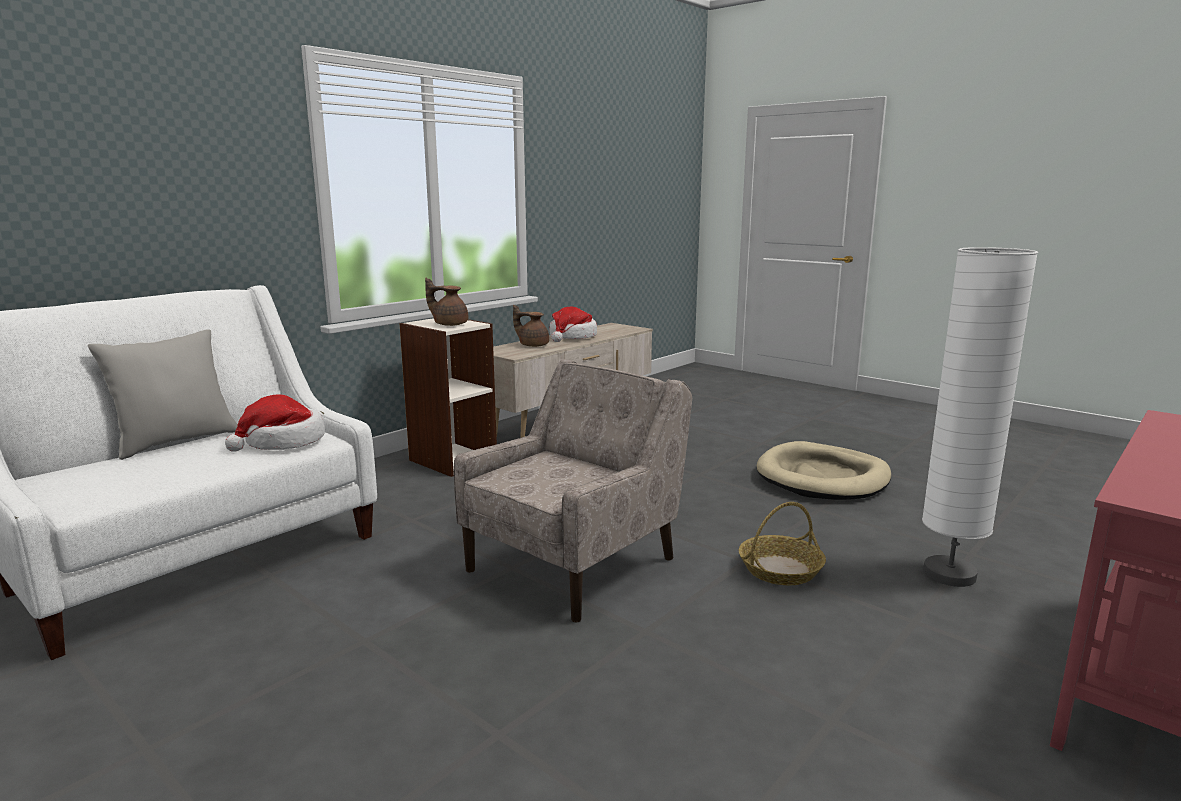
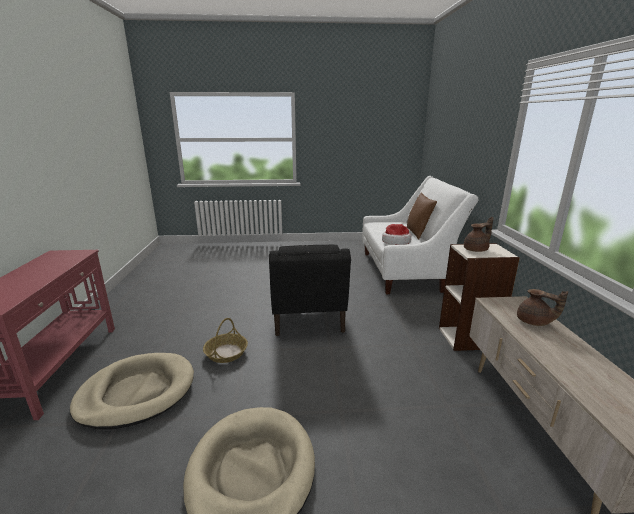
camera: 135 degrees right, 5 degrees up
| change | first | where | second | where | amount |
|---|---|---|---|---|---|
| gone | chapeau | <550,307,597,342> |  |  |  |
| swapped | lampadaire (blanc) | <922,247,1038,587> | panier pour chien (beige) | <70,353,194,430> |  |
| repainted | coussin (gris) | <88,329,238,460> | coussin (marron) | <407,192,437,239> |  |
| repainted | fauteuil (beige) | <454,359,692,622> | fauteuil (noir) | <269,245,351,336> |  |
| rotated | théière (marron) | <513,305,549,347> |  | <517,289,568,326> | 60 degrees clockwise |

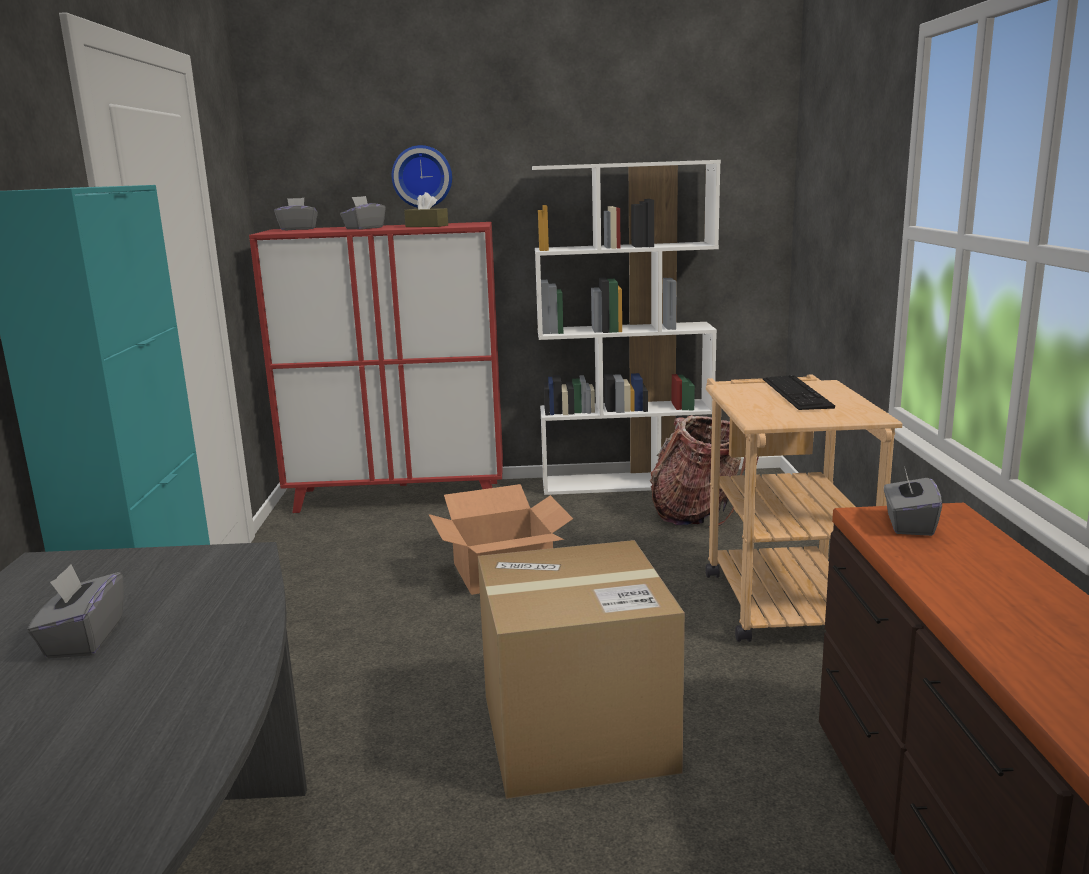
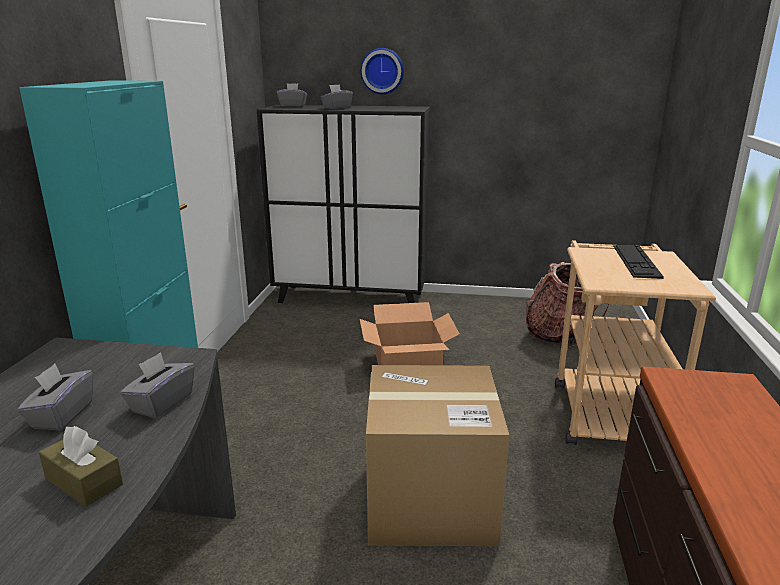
camera: 10 degrees right, 5 degrees up
| change | first | where | second | where | amount |
|---|---|---|---|---|---|
| gone | bibliothèque (blanc) | <532,160,721,495> |  |  |  |
| shifted | boîte à mouchoirs (marron) | <404,192,448,227> |  | <39,426,123,507> |  |
| shifted | boîte à mouchoirs (gris) | <884,466,942,536> |  | <120,352,195,418> |  |
| repainted | meuble de rangement (rouge) | <249,222,503,513> | meuble de rangement (noir) | <257,105,430,303> |  |

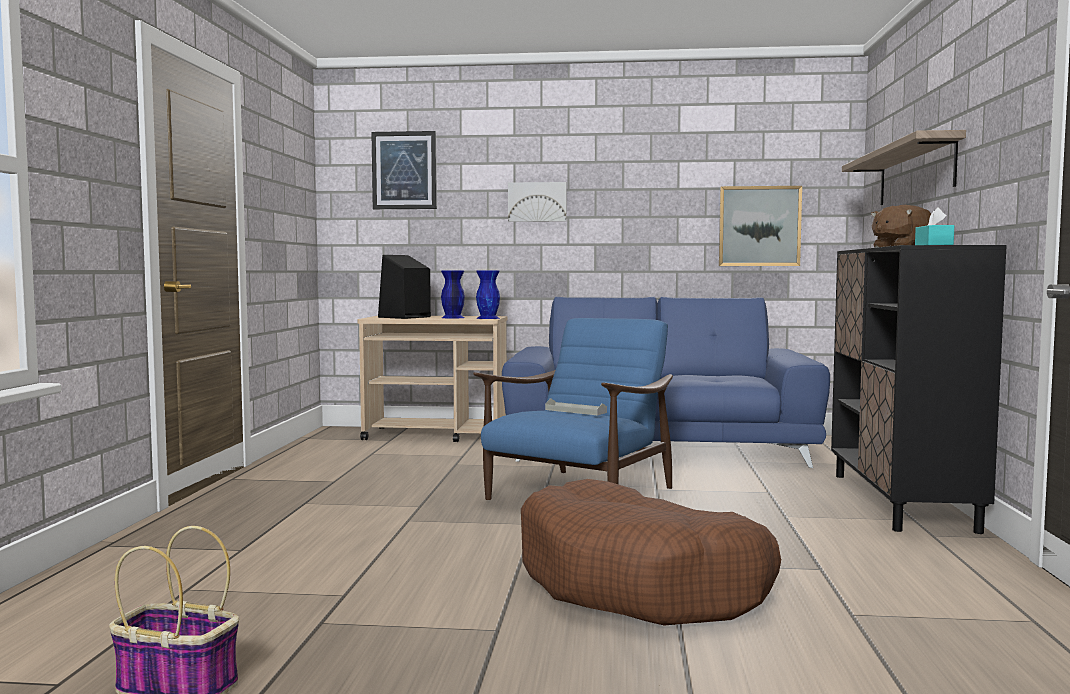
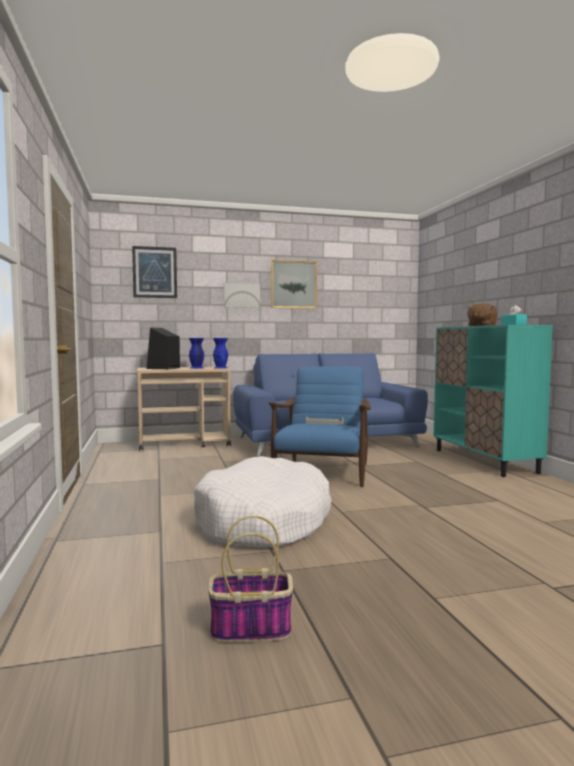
camera: 20 degrees left, 0 degrees up
| change | first | where | second | where | amount |
|---|---|---|---|---|---|
| gone | panier pour chien (marron) | <521,479,781,626> |  |  |  |
| gone | étagère | <842,130,966,205> |  |  |  |
| new |  |  | panier pour chien (blanc) | <194,456,332,547> |  |
| shifted | tableau | <719,186,802,266> |  | <271,260,317,309> |  |
| repainted | meuble de rangement (noir) | <831,245,1007,534> | meuble de rangement (turquoise) | <434,325,553,477> |  |

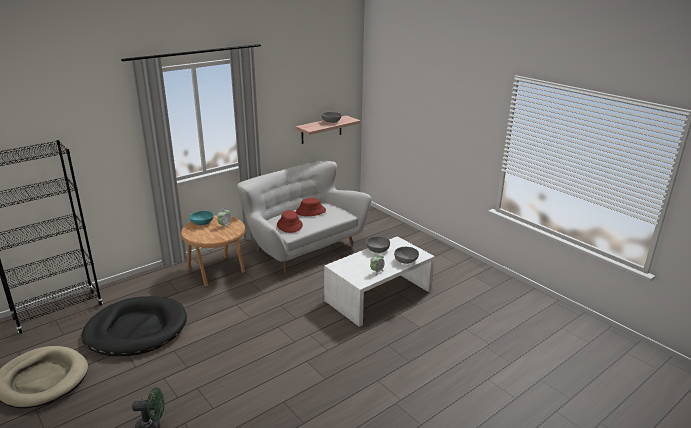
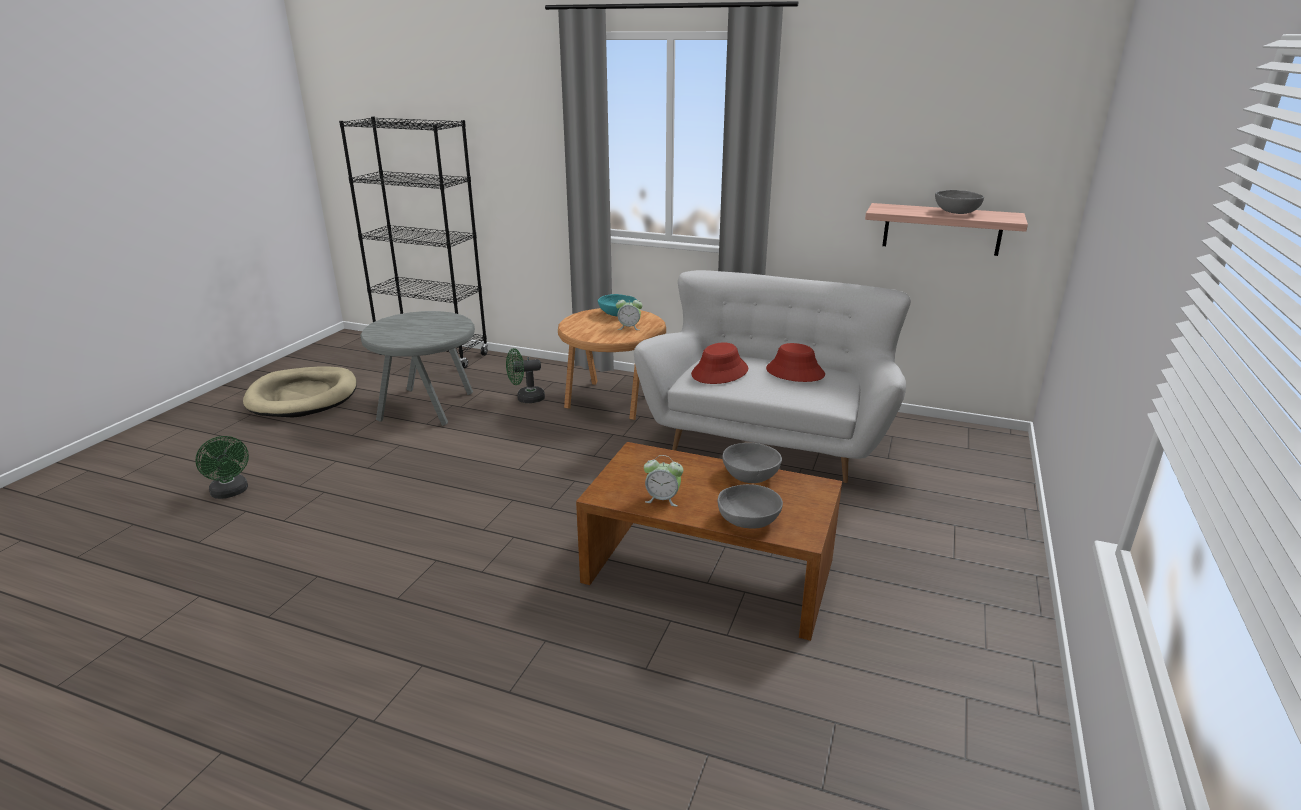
camera: 60 degrees right, 0 degrees up
| change | first | where | second | where | amount |
|---|---|---|---|---|---|
| new |  |  | ventilateur (vert) | <506,348,545,403> |  |
| swapped | panier pour chien (noir) | <81,296,187,356> | table d'appoint (gris) | <360,311,475,426> |  |
| repainted | table basse (blanc) | <324,236,435,327> | table basse (marron) | <576,442,842,641> |  |

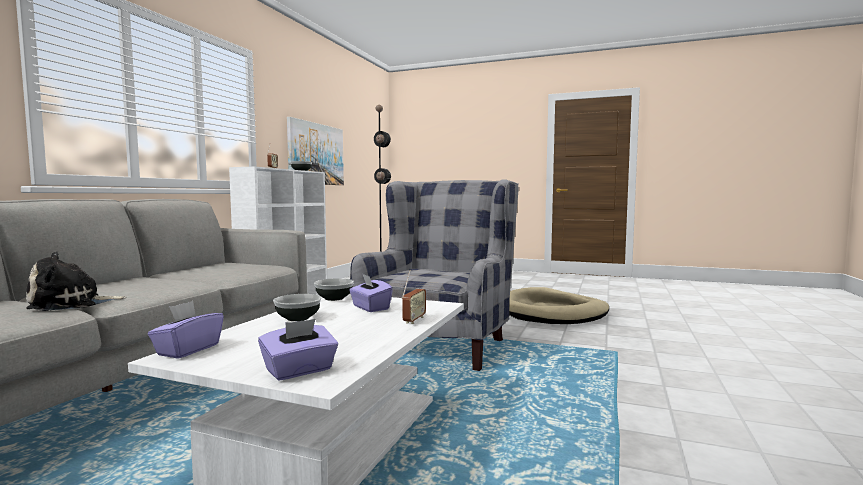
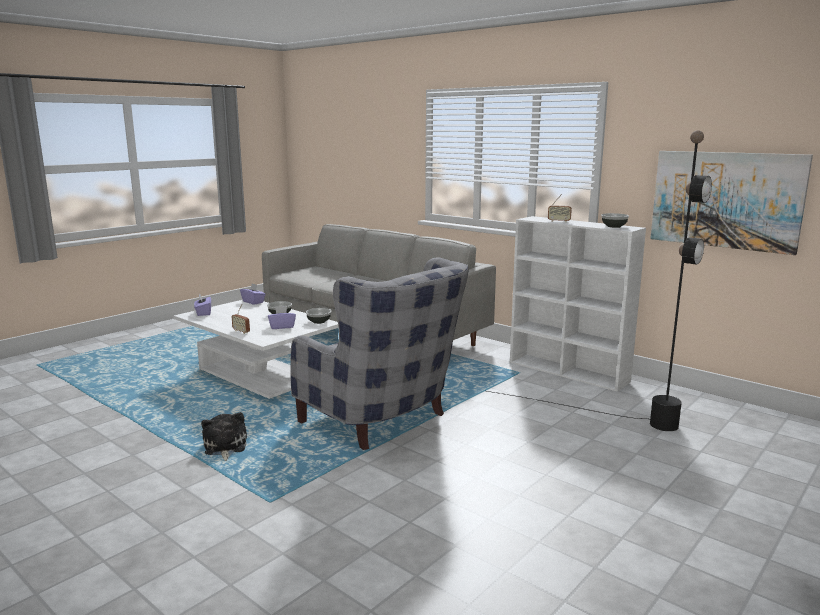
camera: 110 degrees right, 10 degrees up
| change | first | where | second | where | amount |
|---|---|---|---|---|---|
| gone | panier pour chien (beige) | <509,287,609,324> |  |  |  |
| shifted | peluche | <26,252,127,311> |  | <201,412,247,461> |  |

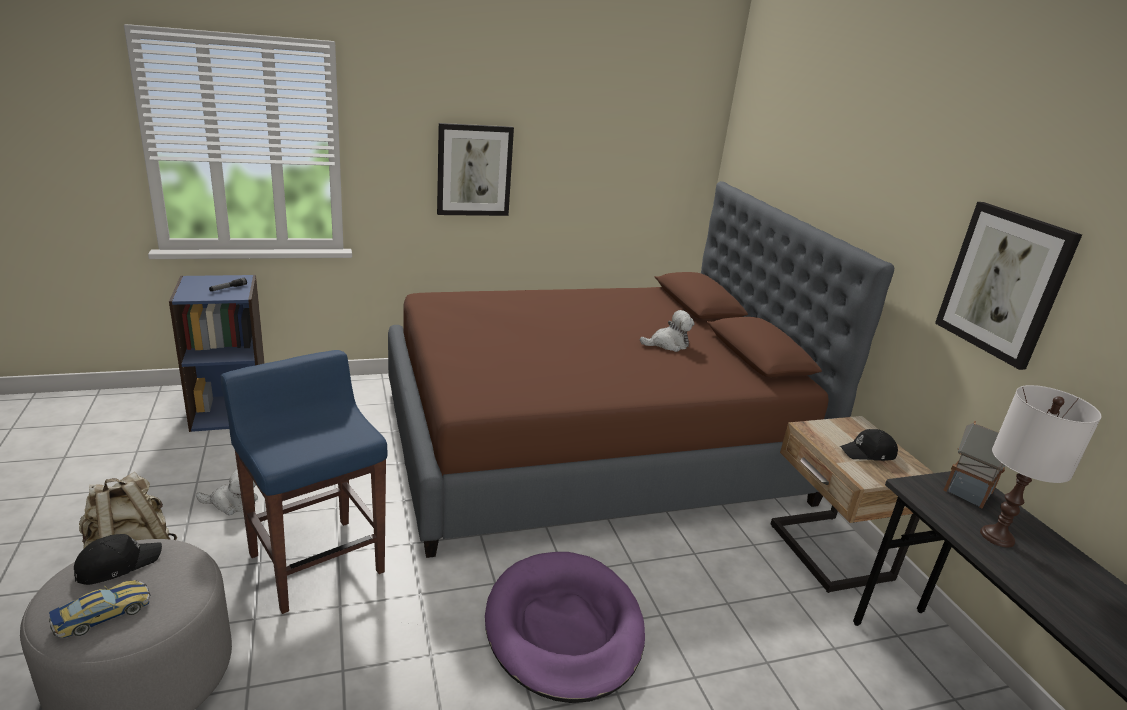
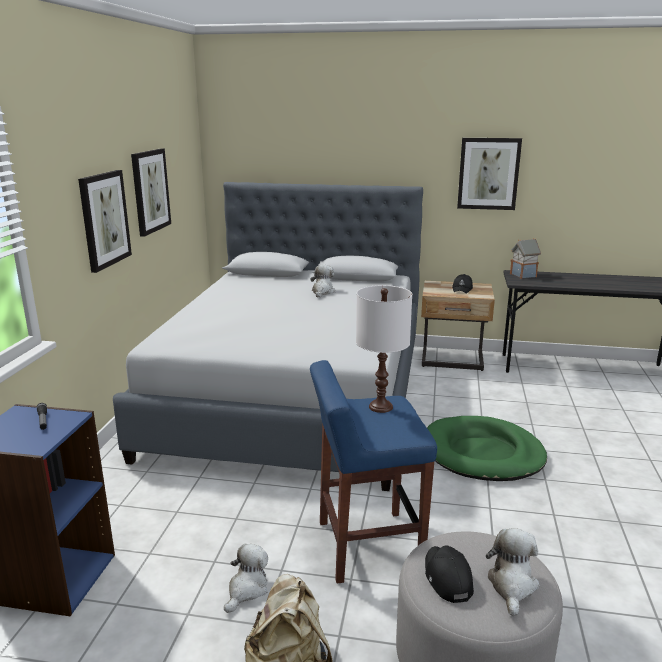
camera: 60 degrees left, 5 degrees down
| change | first | where | second | where | amount |
|---|---|---|---|---|---|
| new |  |  | tableau | <131,149,171,237> |  |
| shifted | lampe de table (blanc) | <980,385,1101,547> |  | <356,285,412,413> |  |
| swapped | petite voiture | <49,580,151,638> | peluche | <486,528,539,617> |  |
| repainted | lit (marron) | <388,181,894,558> | lit (gris) | <113,182,423,491> |  |
| repainted | panier pour chien (violet) | <485,552,645,703> | panier pour chien (vert) | <427,416,547,481> |  |

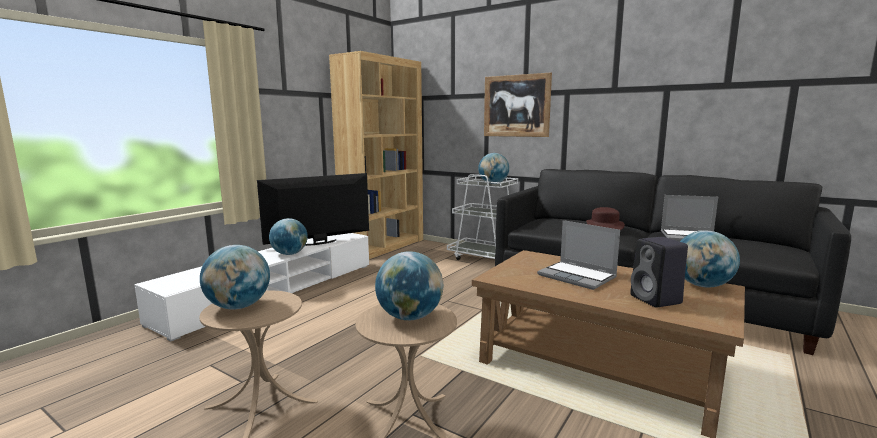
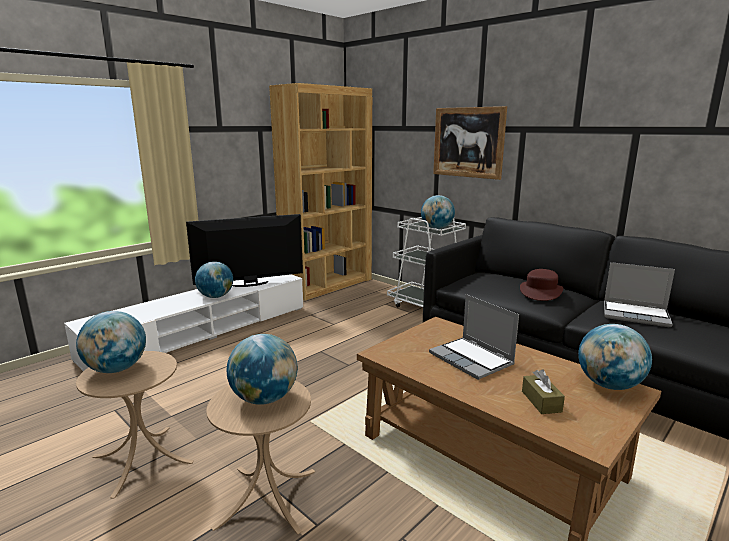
camera: 10 degrees right, 5 degrees up
| change | first | where | second | where | amount |
|---|---|---|---|---|---|
| swapped | enceinte (noir) | <630,237,688,308> | boîte à mouchoirs (marron) | <522,369,565,414> |  |

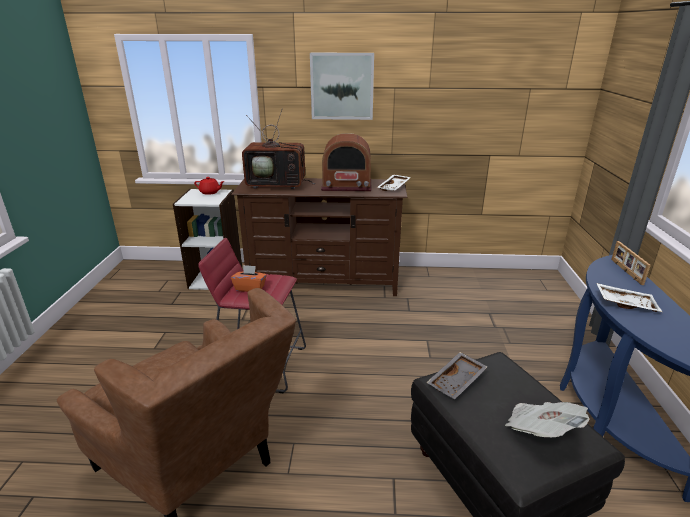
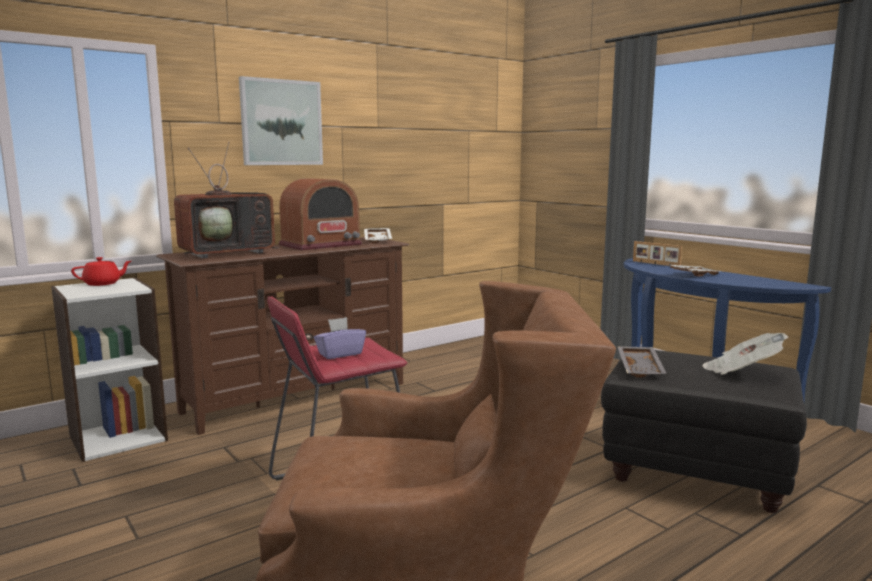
camera: 40 degrees left, 15 degrees down
| change | first | where | second | where | amount |
|---|---|---|---|---|---|
| repainted | boîte à mouchoirs (orange) | <231,265,267,292> | boîte à mouchoirs (violet) | <314,317,366,359> |  |

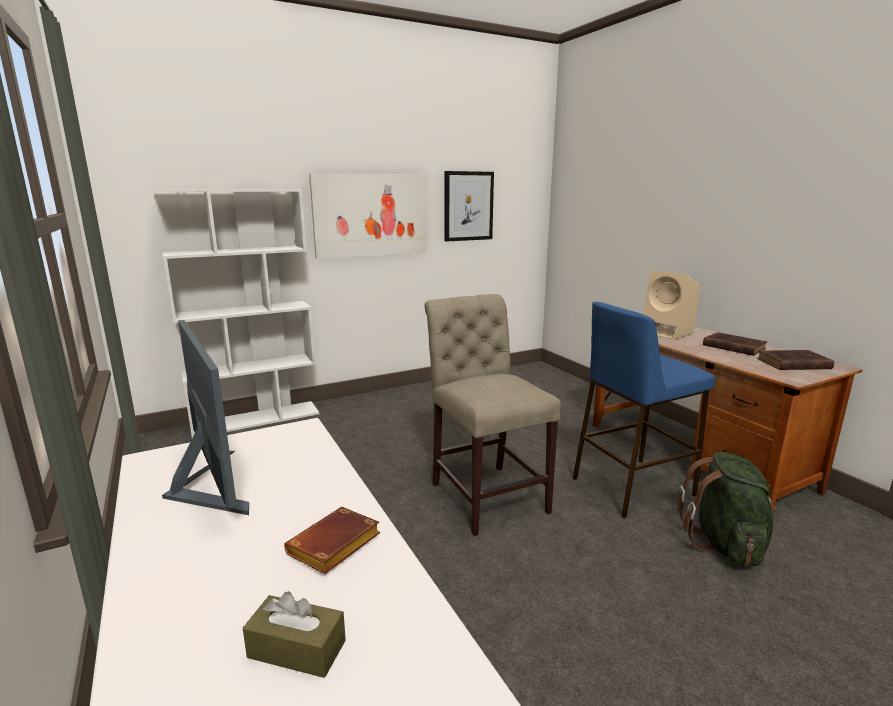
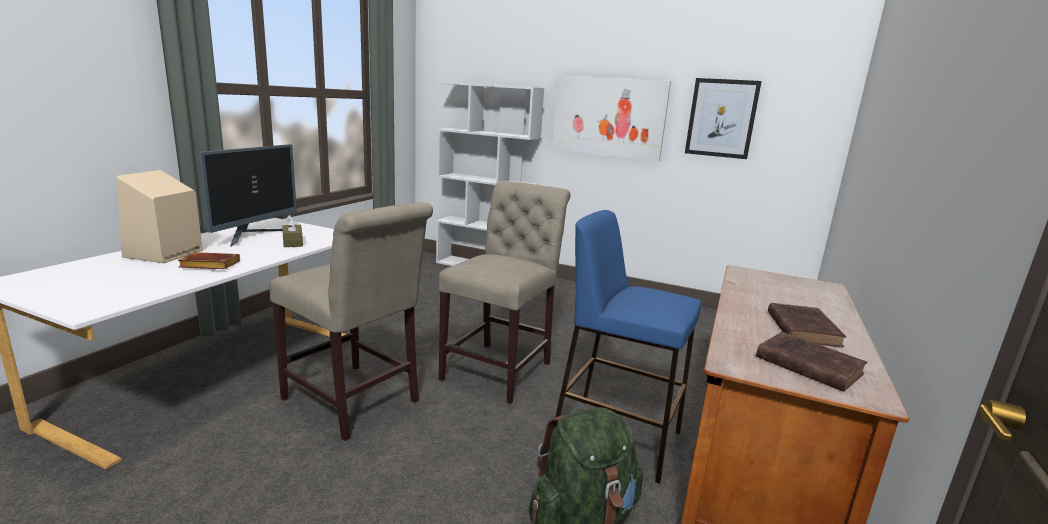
camera: 50 degrees right, 0 degrees up
| change | first | where | second | where | amount |
|---|---|---|---|---|---|
| new |  |  | chaise (beige) | <269,202,433,441> |  |
| shifted | boîte à mouchoirs (marron) | <243,591,346,678> |  | <283,215,303,247> |  |
| shifted | enceinte (beige) | <643,270,700,340> |  | <117,170,203,263> |  |

